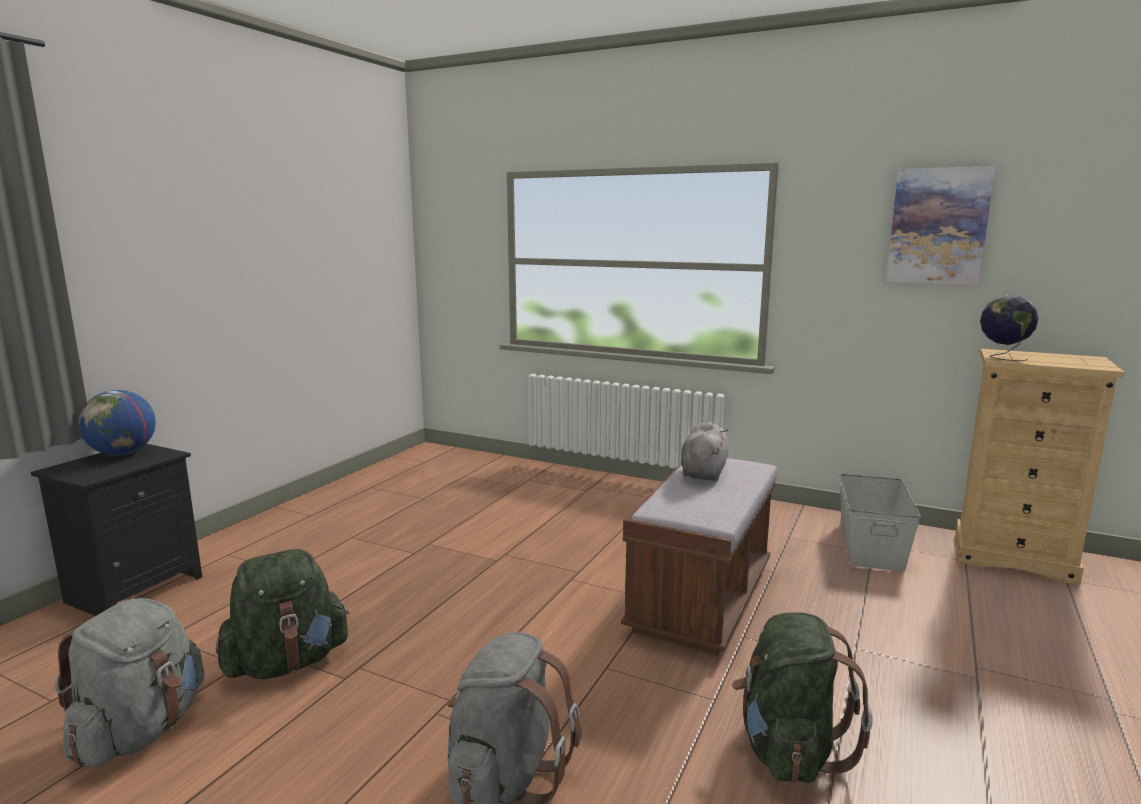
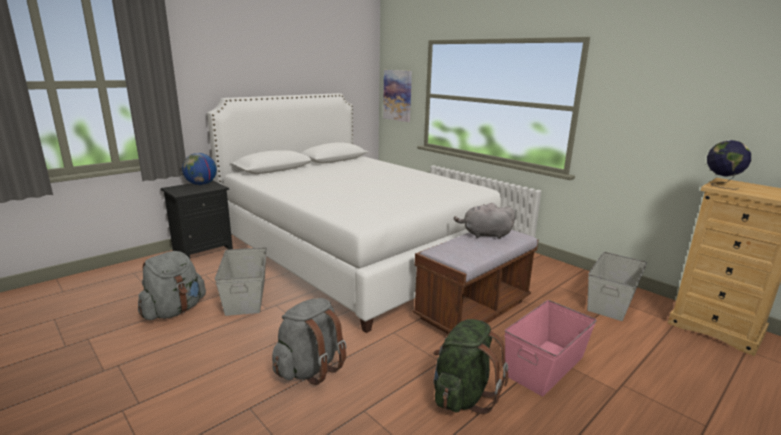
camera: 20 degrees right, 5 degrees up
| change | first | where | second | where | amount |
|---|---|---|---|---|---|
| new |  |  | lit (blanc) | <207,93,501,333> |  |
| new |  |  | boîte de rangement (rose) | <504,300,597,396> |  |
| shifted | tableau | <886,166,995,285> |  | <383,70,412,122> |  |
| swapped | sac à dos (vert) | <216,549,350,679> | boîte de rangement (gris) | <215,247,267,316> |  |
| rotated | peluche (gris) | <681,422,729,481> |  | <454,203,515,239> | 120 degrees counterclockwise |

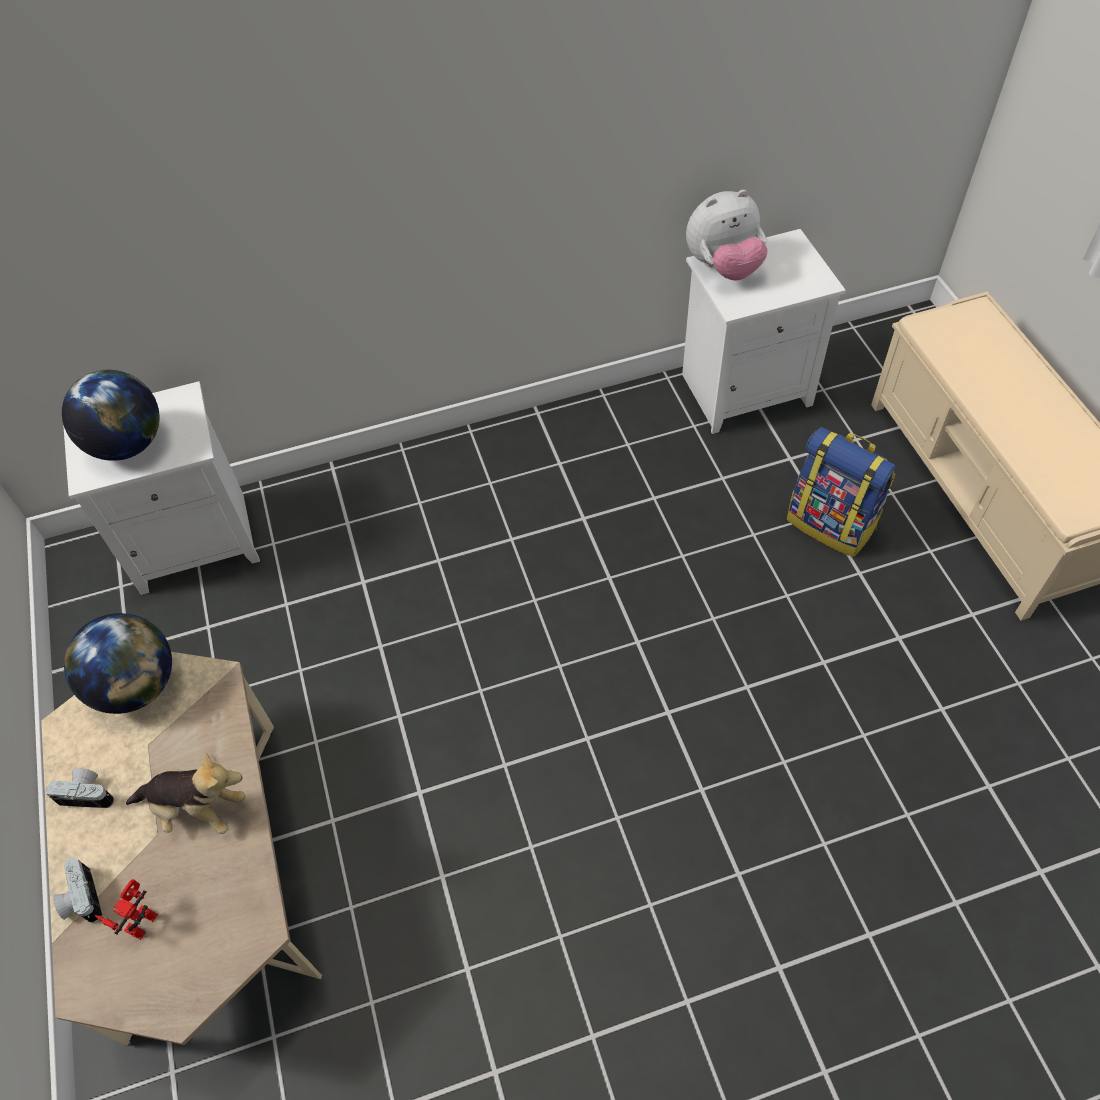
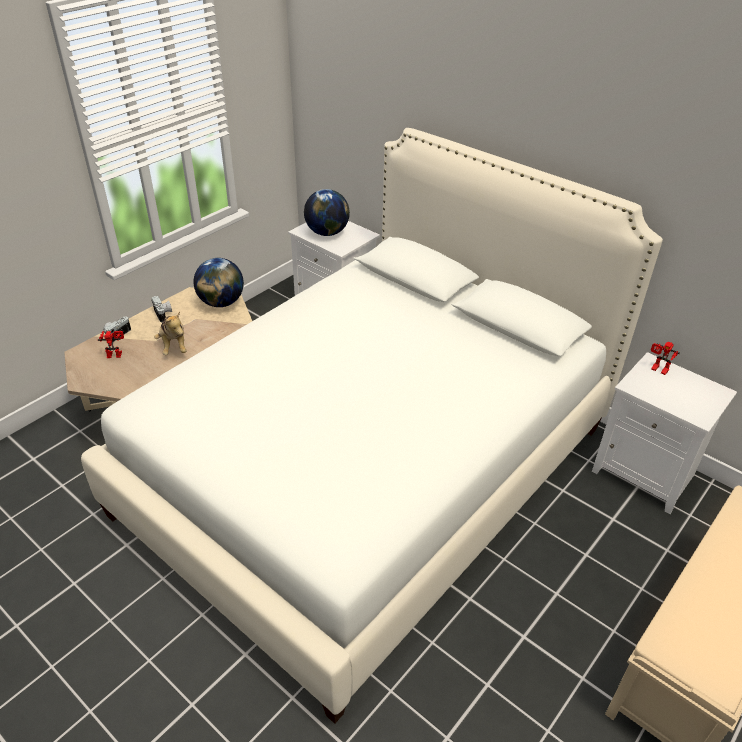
camera: 55 degrees right, 15 degrees down
| change | first | where | second | where | amount |
|---|---|---|---|---|---|
| gone | sac à dos | <787,427,895,557> |  |  |  |
| new |  |  | lit (blanc) | <81,128,663,724> |  |
| swapped | peluche | <686,189,768,280> | robot jouet | <651,342,680,375> |  |

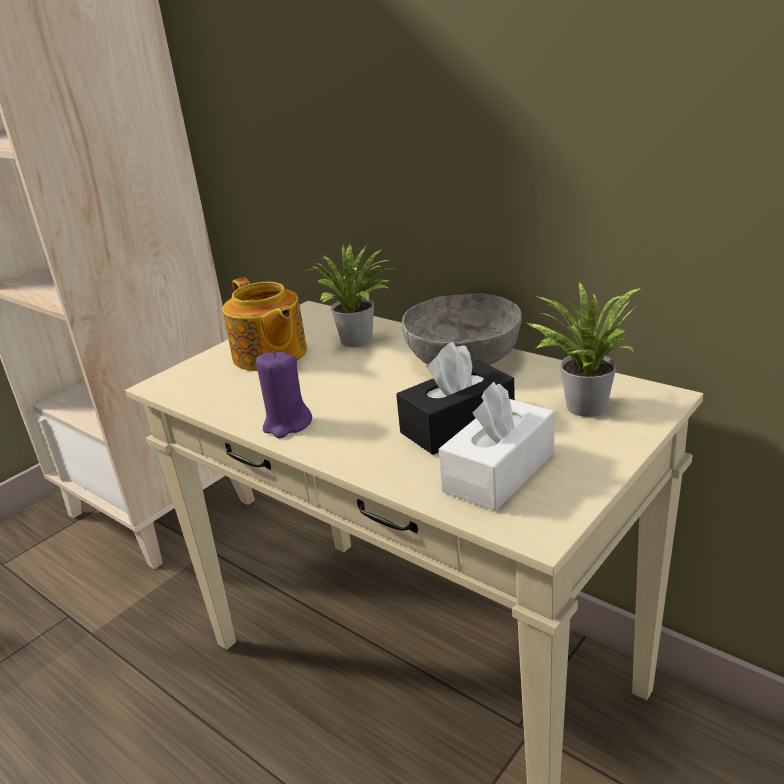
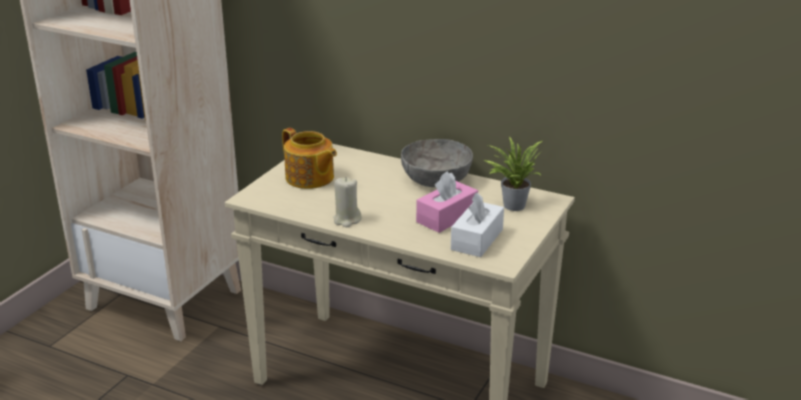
camera: 15 degrees left, 0 degrees up
| change | first | where | second | where | amount |
|---|---|---|---|---|---|
| gone | plante en pot | <306,244,397,347> |  |  |  |
| repainted | bougie (violet) | <256,351,312,438> | bougie (beige) | <333,177,362,227> |  |
| repainted | boîte à mouchoirs (noir) | <396,342,515,455> | boîte à mouchoirs (rose) | <416,171,478,233> |  |

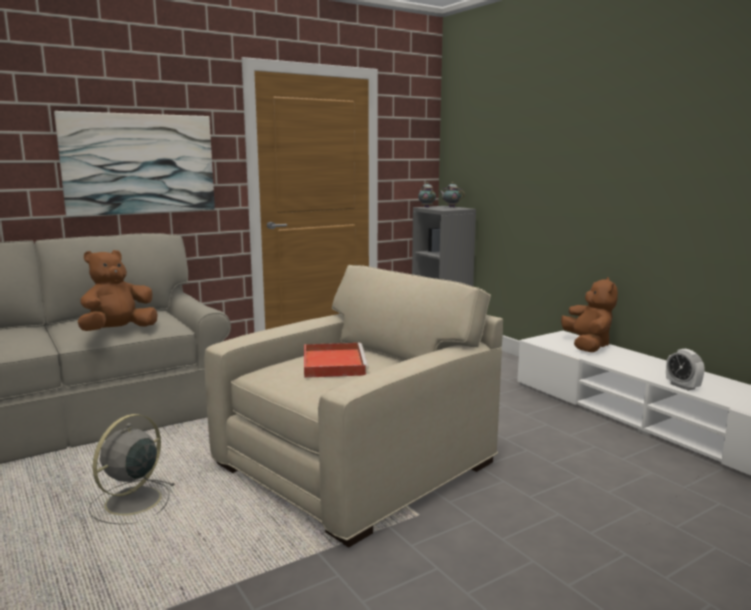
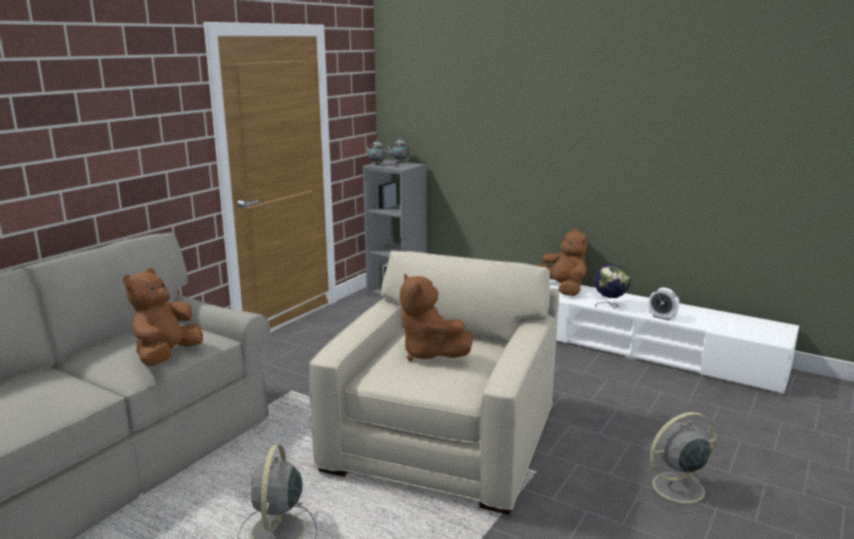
camera: 25 degrees left, 5 degrees up
| change | first | where | second | where | amount |
|---|---|---|---|---|---|
| gone | tableau | <54,111,215,217> |  |  |  |
| new |  |  | globe | <595,263,630,308> |  |
| new |  |  | ventilateur (gris) | <639,412,720,513> |  |
| swapped | plateau (rouge) | <304,343,369,378> | peluche (marron) | <399,273,473,361> |  |

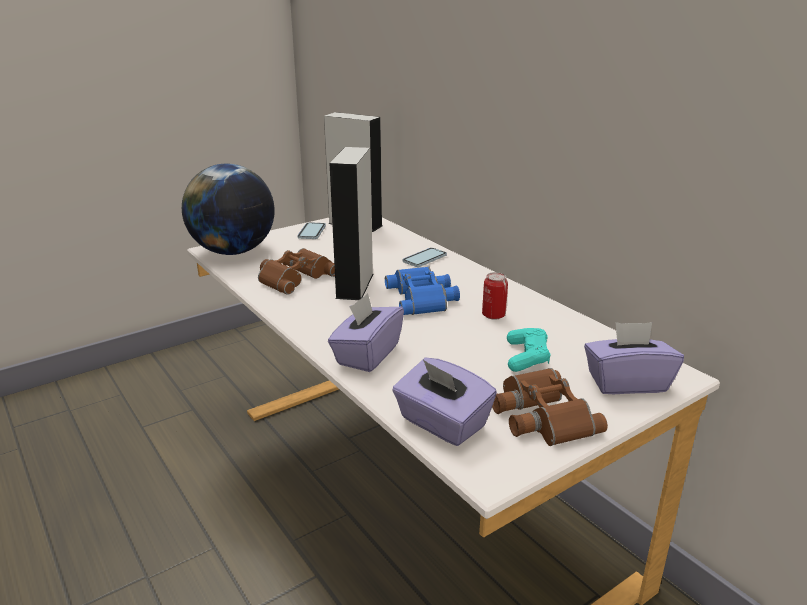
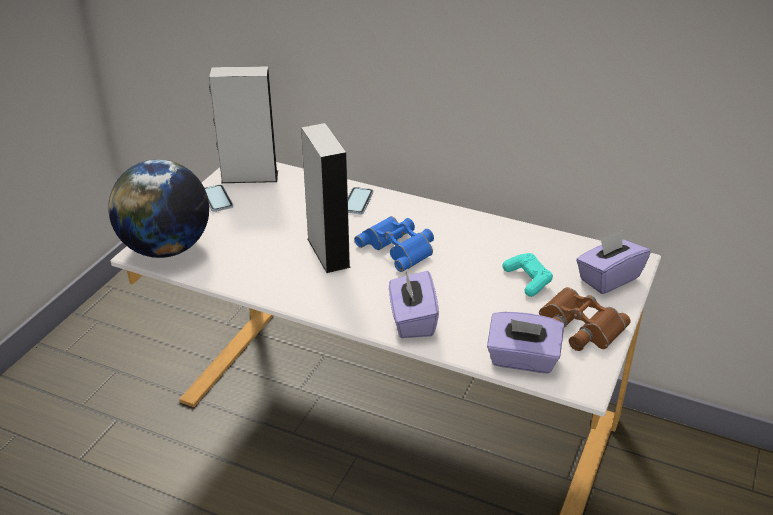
camera: 30 degrees left, 10 degrees up
| change | first | where | second | where | amount |
|---|---|---|---|---|---|
| gone | jumelles (marron) | <258,248,335,295> |  |  |  |
| gone | boîte métallique | <482,272,508,320> |  |  |  |

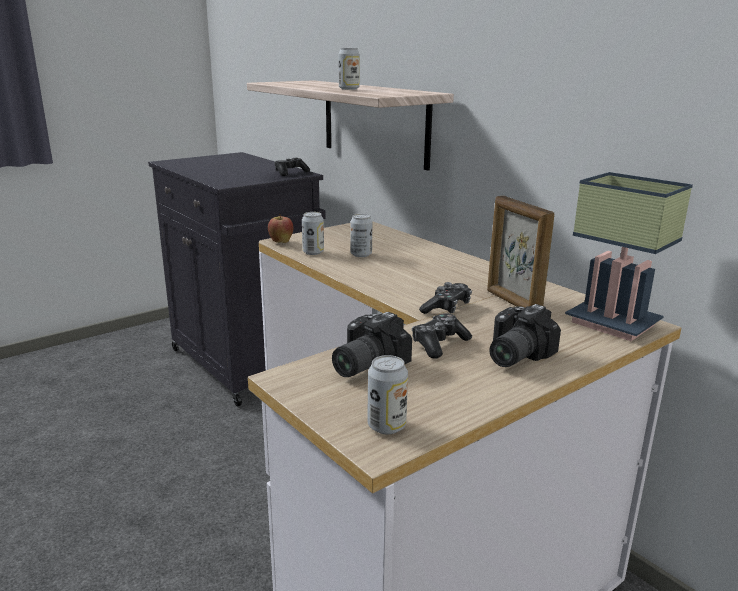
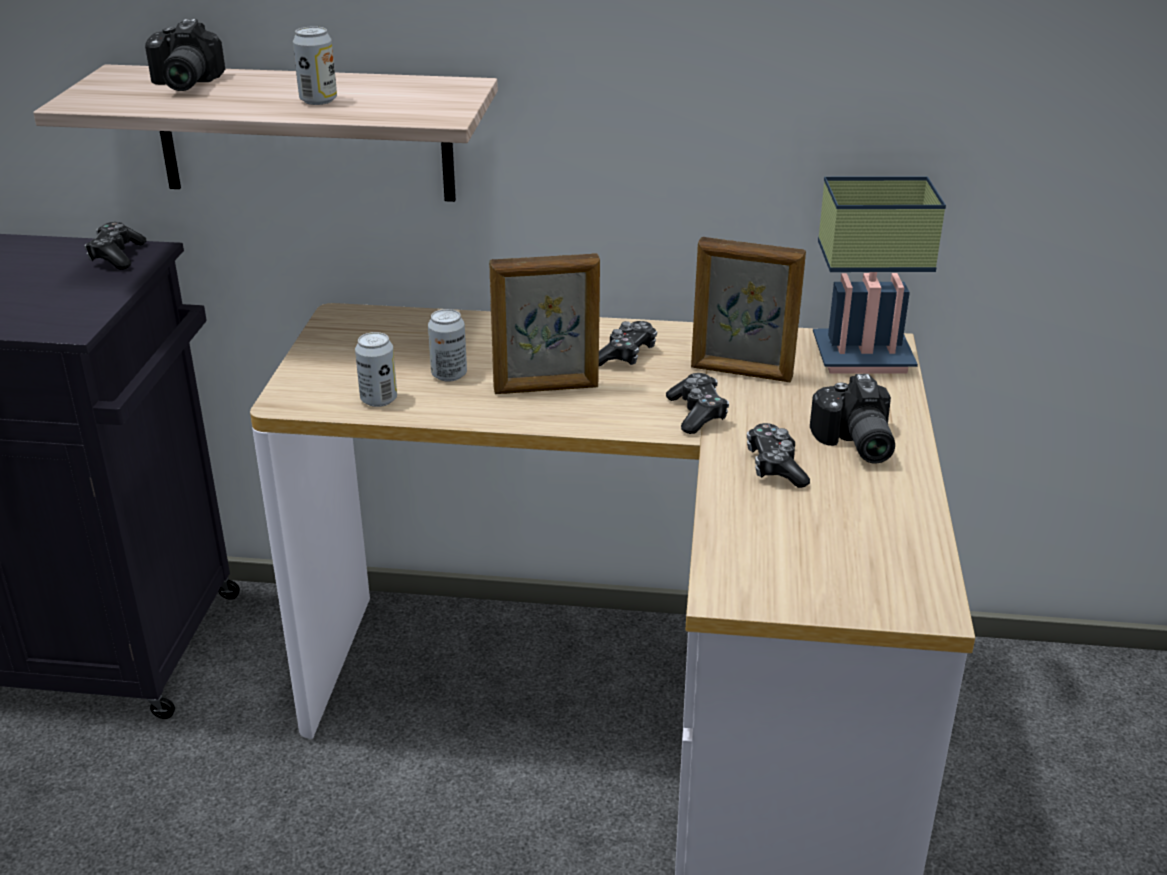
camera: 45 degrees left, 10 degrees up
| change | first | where | second | where | amount |
|---|---|---|---|---|---|
| gone | pomme | <268,213,293,243> |  |  |  |
| gone | boîte métallique | <368,355,408,434> |  |  |  |
| new |  |  | cadre photo | <489,253,600,394> |  |
| new |  |  | manette | <599,321,657,366> |  |
| shifted | appareil photo | <332,312,412,377> |  | <145,19,225,91> |  |

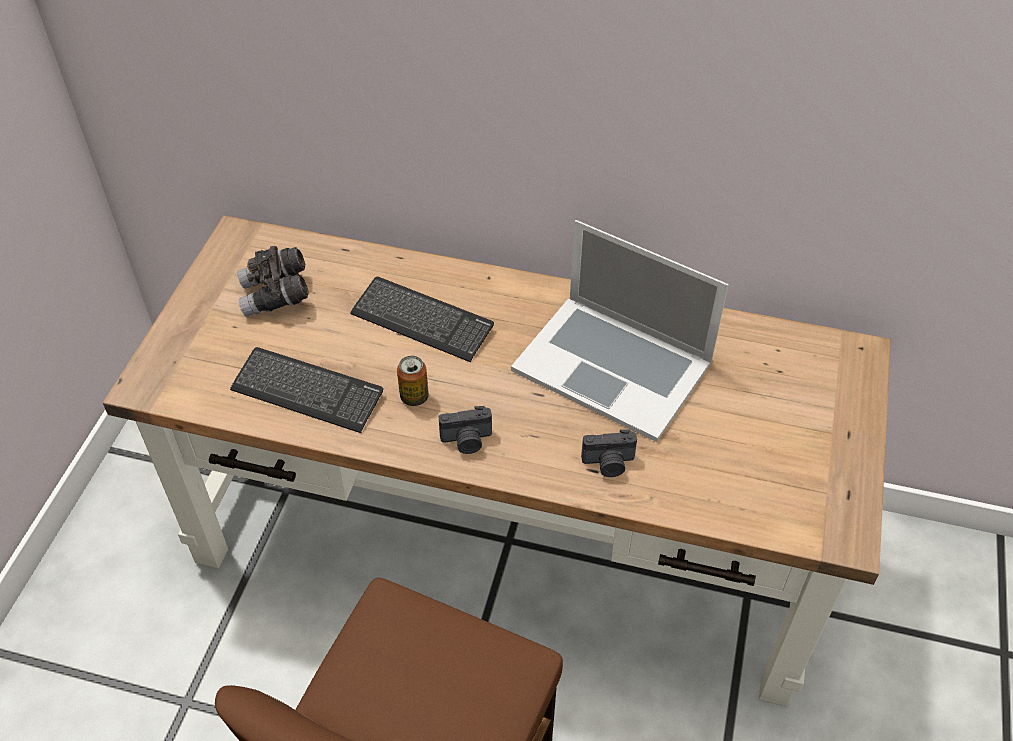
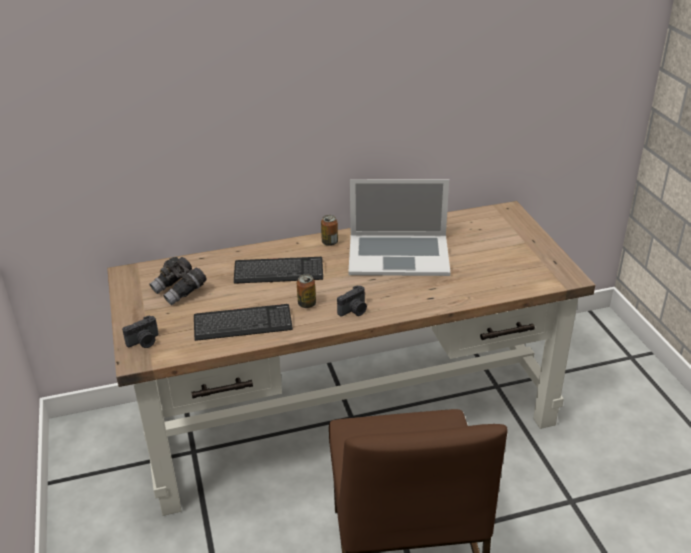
camera: 30 degrees left, 15 degrees down
| change | first | where | second | where | amount |
|---|---|---|---|---|---|
| new |  |  | boîte métallique | <321,215,338,246> |  |
| shifted | appareil photo | <581,430,637,477> |  | <122,316,159,348> |  |

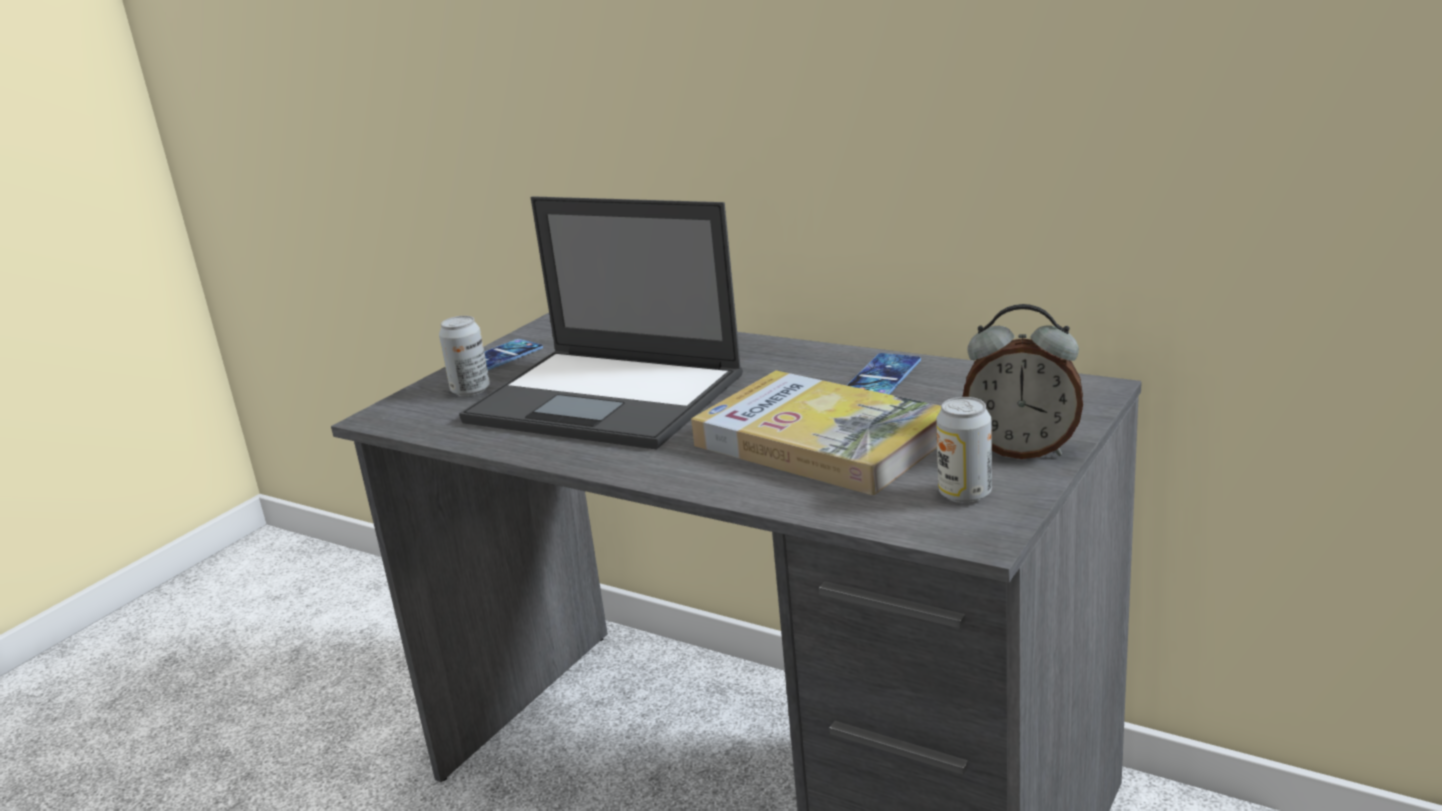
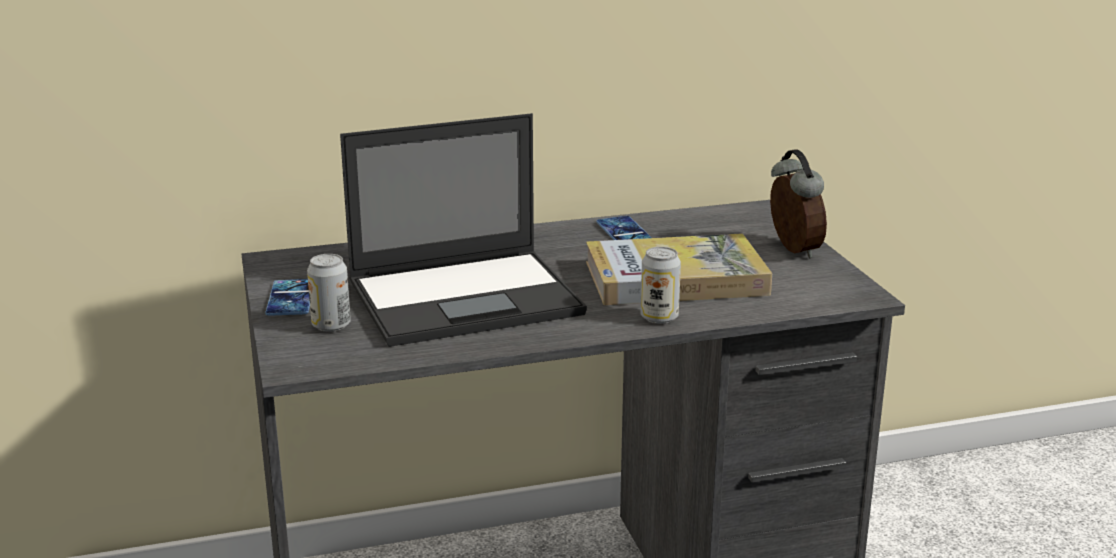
camera: 50 degrees left, 0 degrees up
| change | first | where | second | where | amount |
|---|---|---|---|---|---|
| shifted | boîte métallique | <936,397,992,503> |  | <640,247,681,324> |  |
| rotated | réveil | <963,304,1083,459> |  | <770,149,827,258> | 75 degrees counterclockwise |

